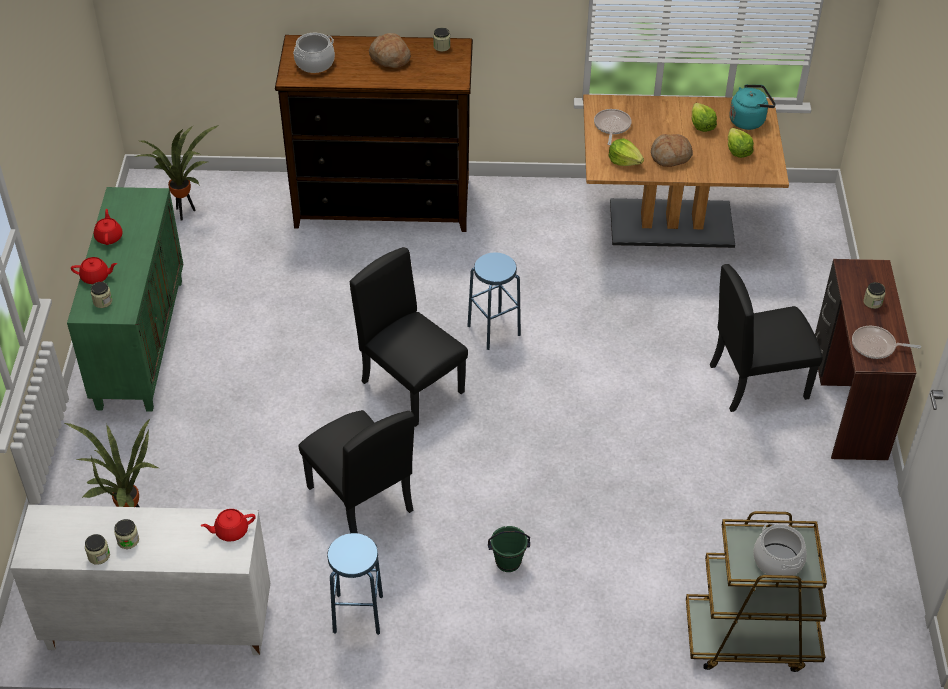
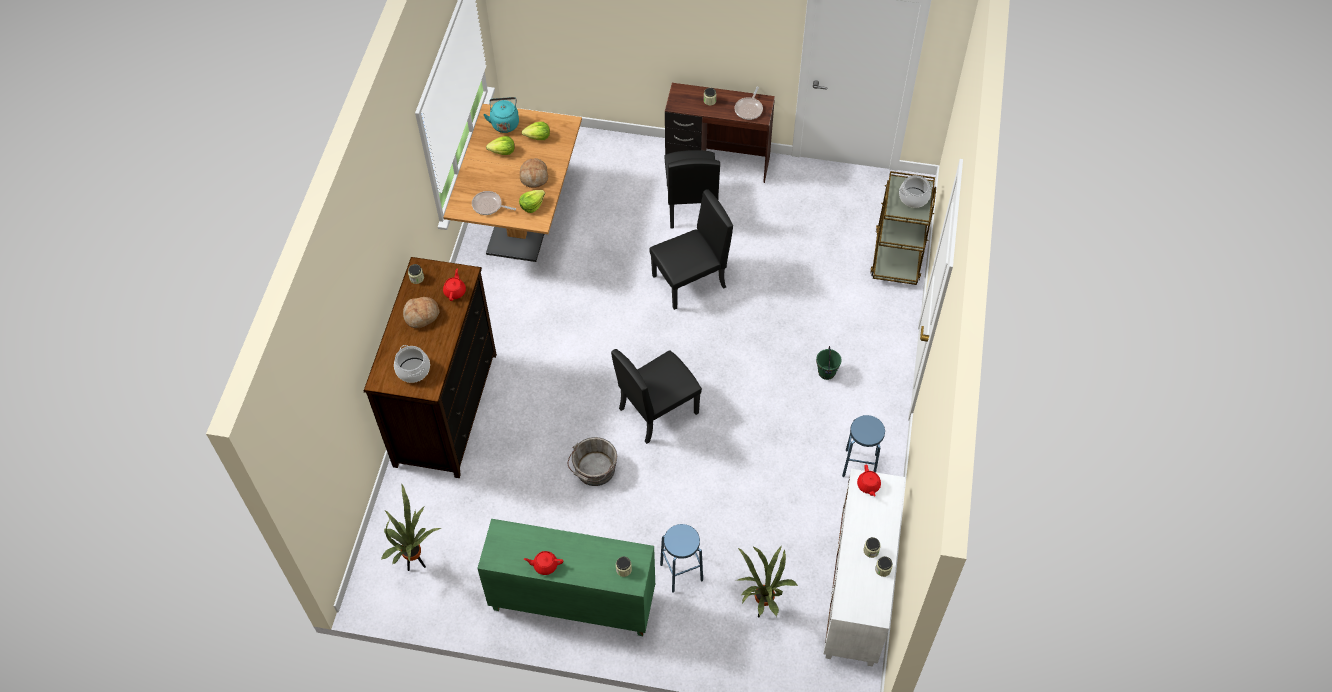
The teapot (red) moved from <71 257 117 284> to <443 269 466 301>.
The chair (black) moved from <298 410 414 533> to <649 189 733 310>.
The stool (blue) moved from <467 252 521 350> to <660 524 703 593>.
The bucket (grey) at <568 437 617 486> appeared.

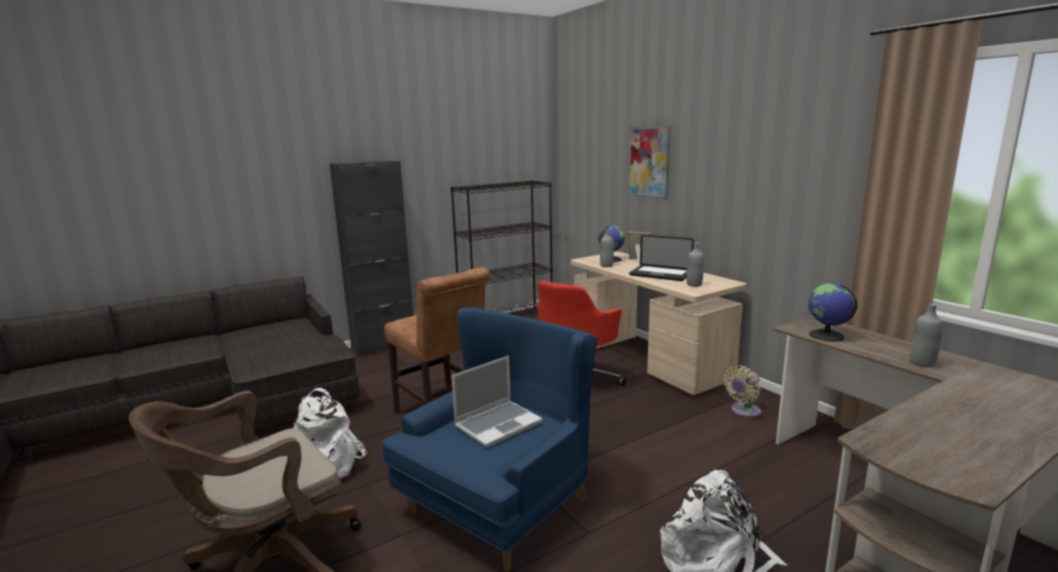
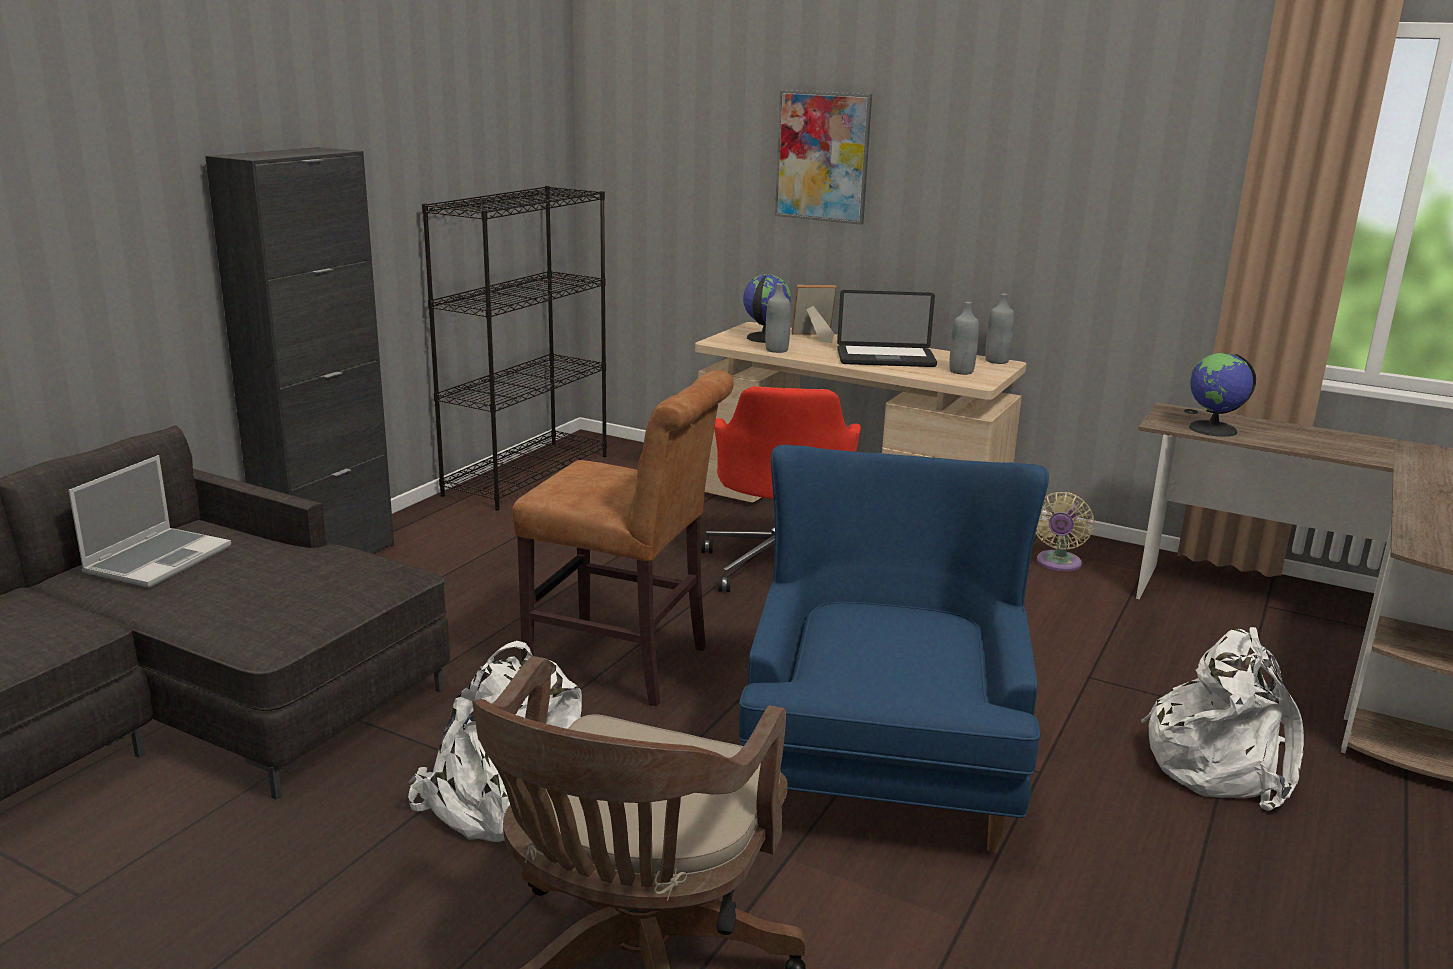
The laptop moved from <452 356 543 447> to <68 455 231 588>.
The bottle (grey) moved from <910 304 943 367> to <985 294 1014 364>.

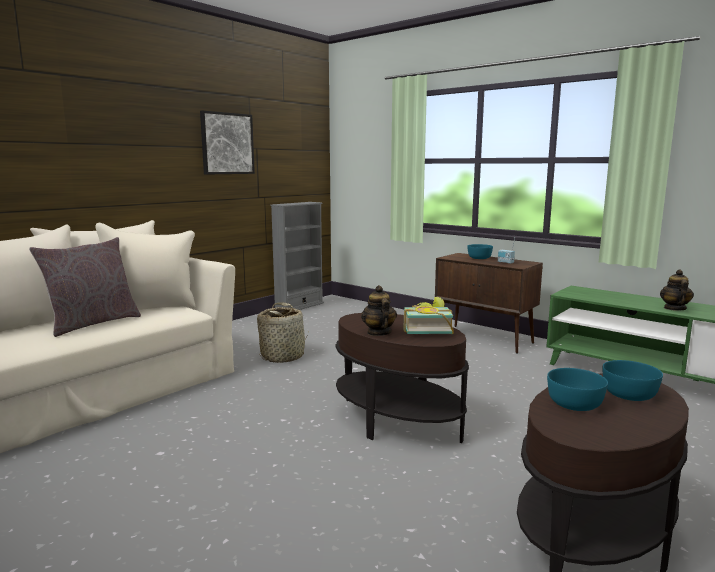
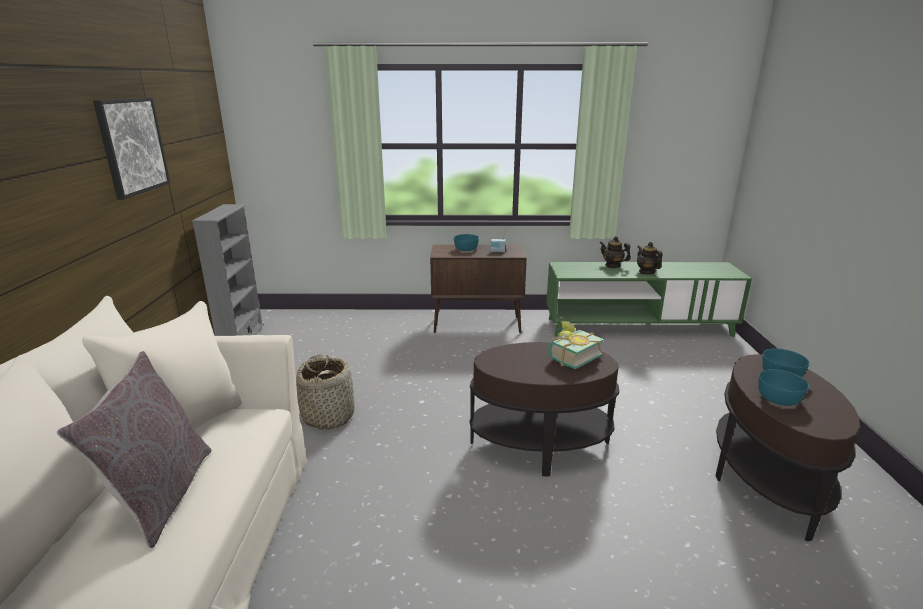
The teapot moved from <361 285 397 336> to <600 236 631 268>.

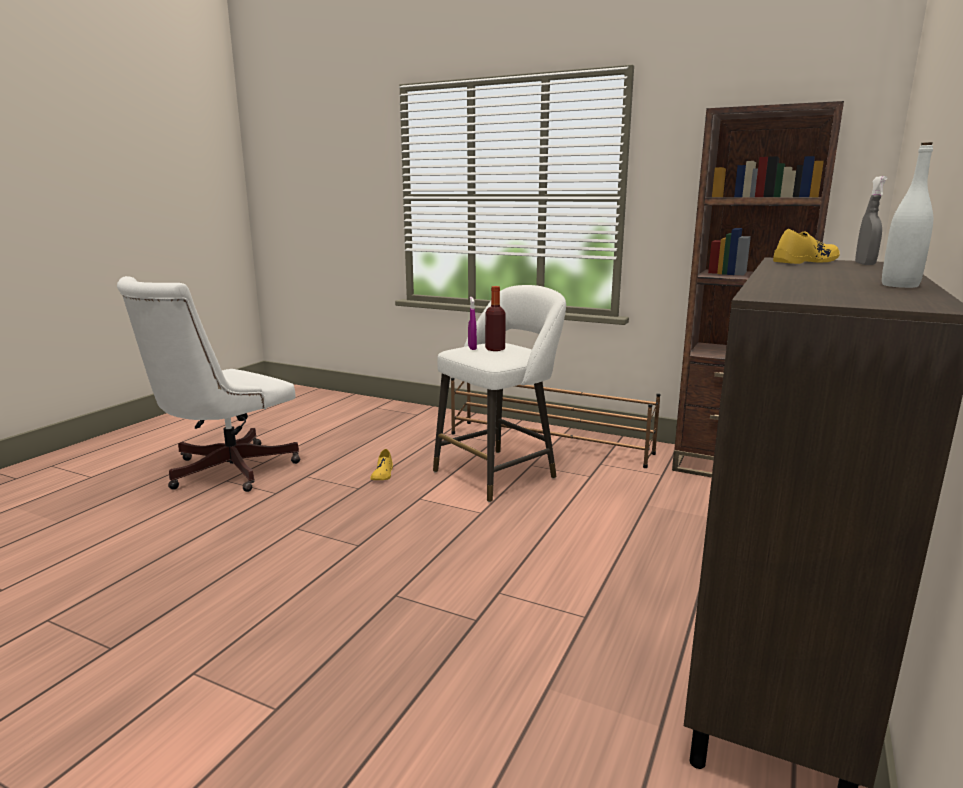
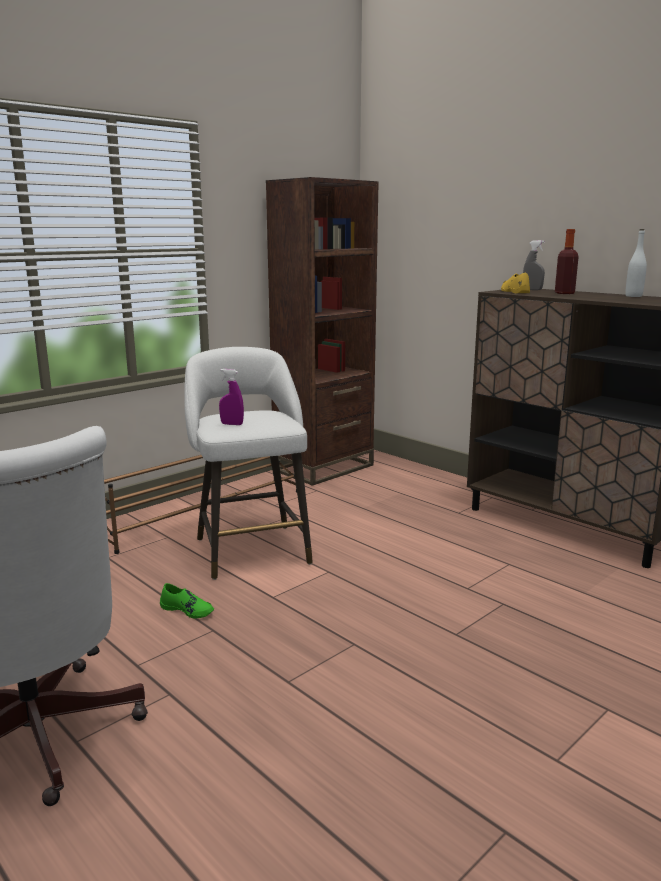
The shoe (yellow) at <370 449 393 480> became the shoe (green) at <160 583 214 618>.
The bottle moved from <485 286 506 351> to <555 229 579 294>.

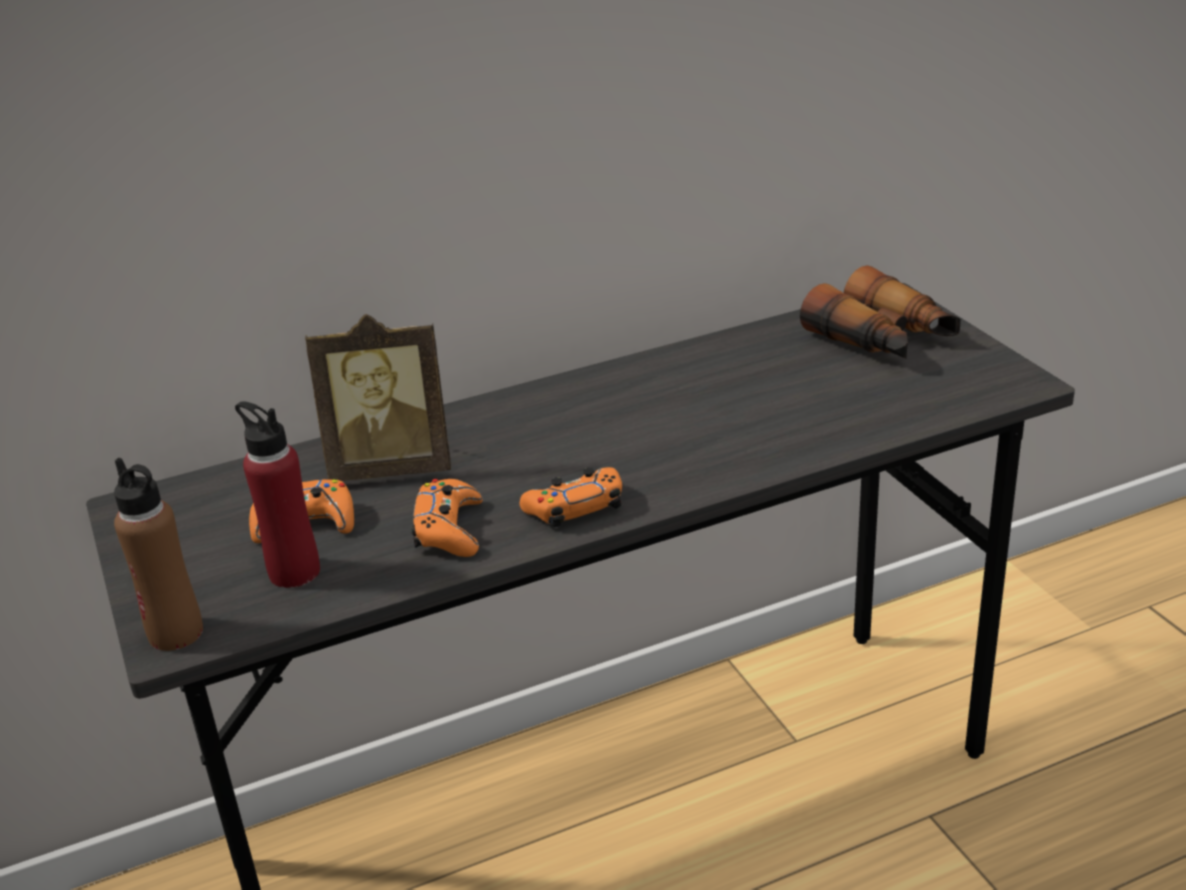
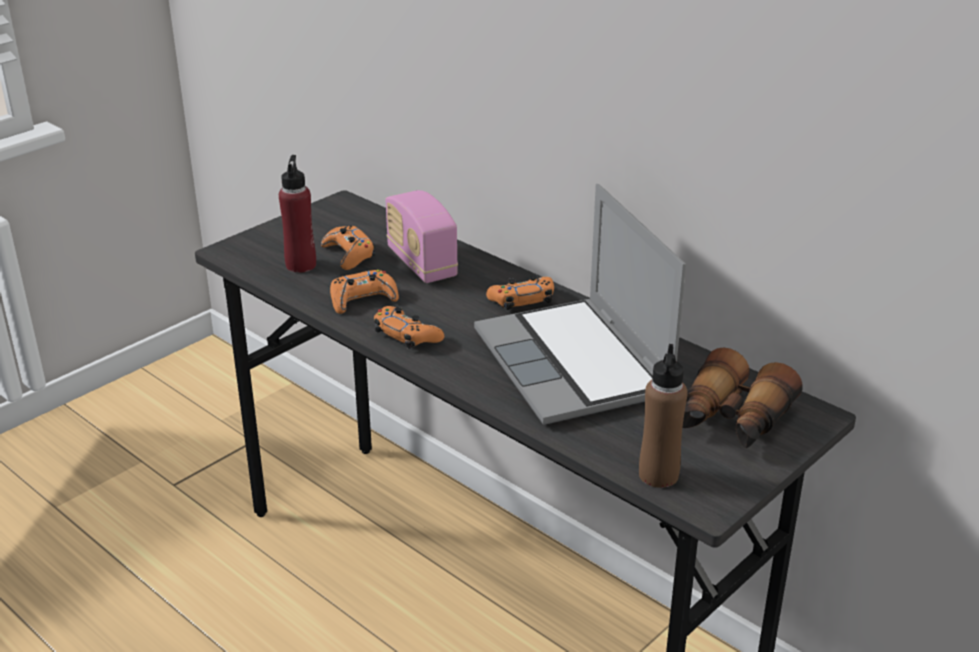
The bottle (brown) moved from <114 458 203 651> to <639 344 688 488>.
The picture frame at <305 314 451 481> was replaced by the radio at <386 190 458 283>.
The laptop at <474 184 686 425> appeared.
The game controller (orange) at <486 275 554 310> appeared.

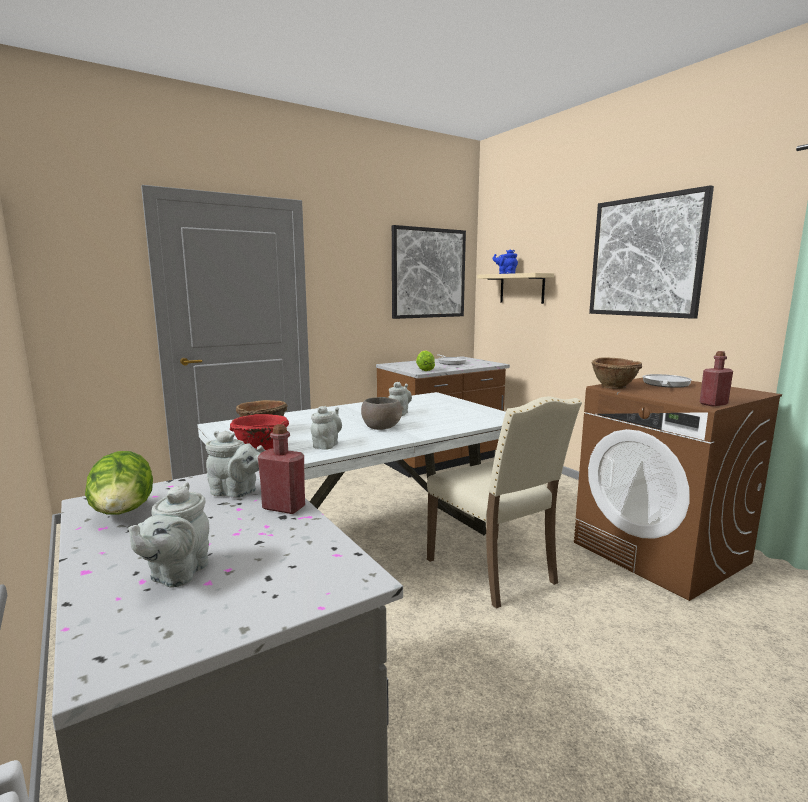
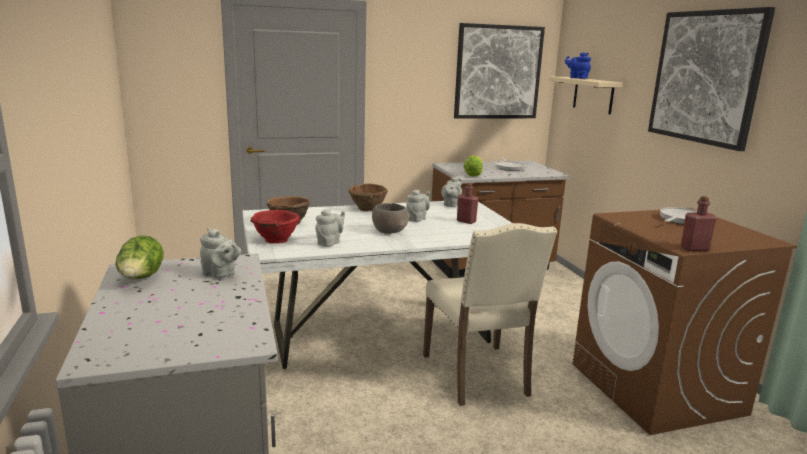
The teapot (grey) moved from <128 482 209 588> to <441 176 462 207>.
The bottle (red) moved from <258 424 305 514> to <457 183 479 224>.
The bowl (brown) moved from <591 357 642 389> to <349 183 388 211>.

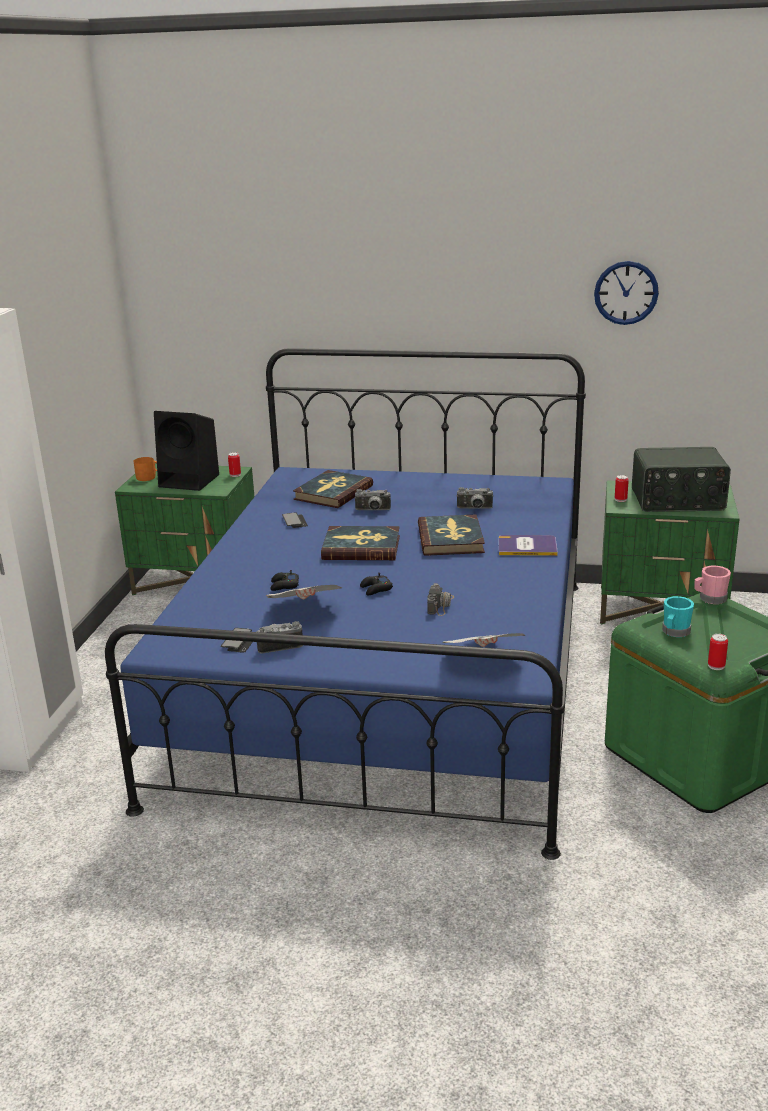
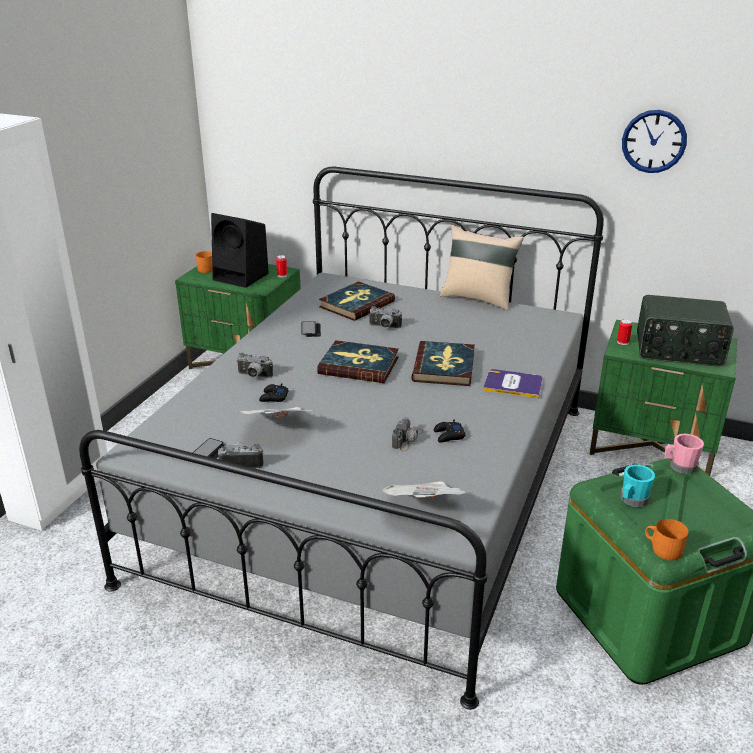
The bed (blue) at <105 348 586 860> became the bed (grey) at <79 167 604 710>.
The game controller (black) moved from <360 573 393 596> to <434 420 465 443>.
The photo camera moved from <456 487 493 509> to <236 353 273 378>.
The can at <708 634 728 670> was replaced by the mug (orange) at <645 519 688 560>.
The pillow (beige) at <440 225 524 310> appeared.

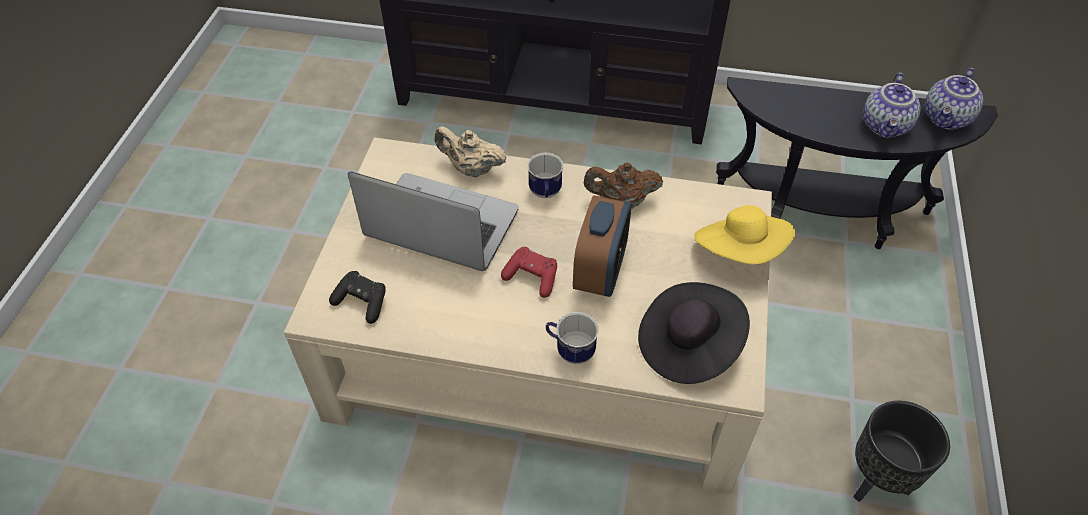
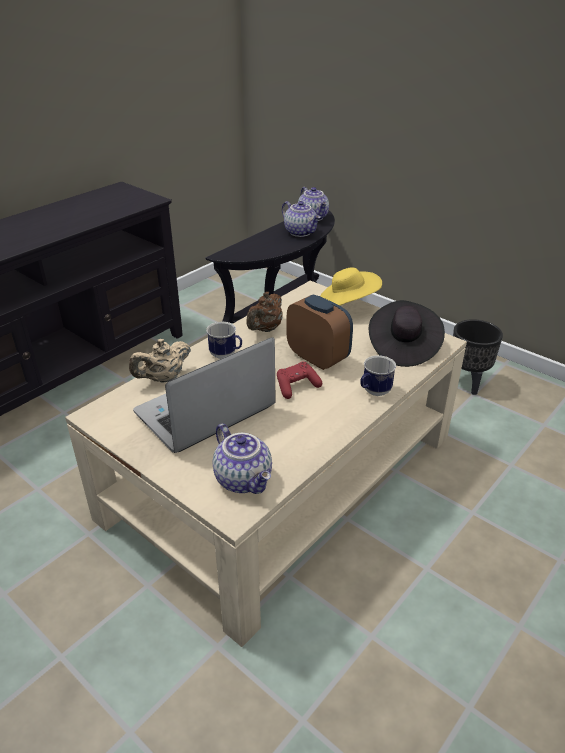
The game controller (black) at <329 271 386 324> was replaced by the teapot at <213 423 272 494>.

